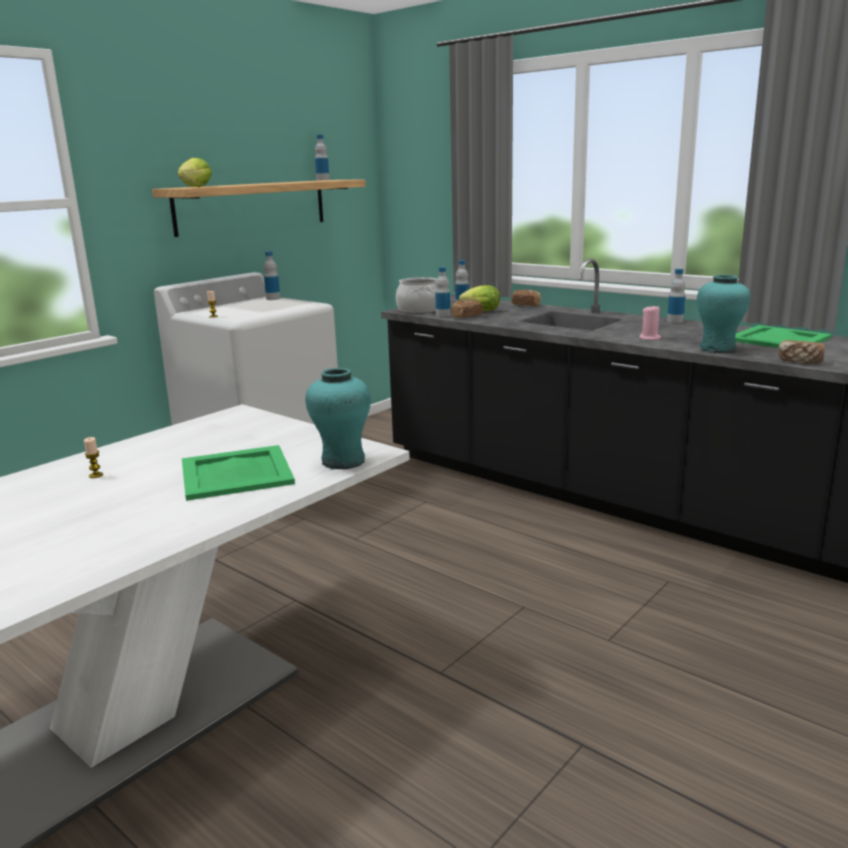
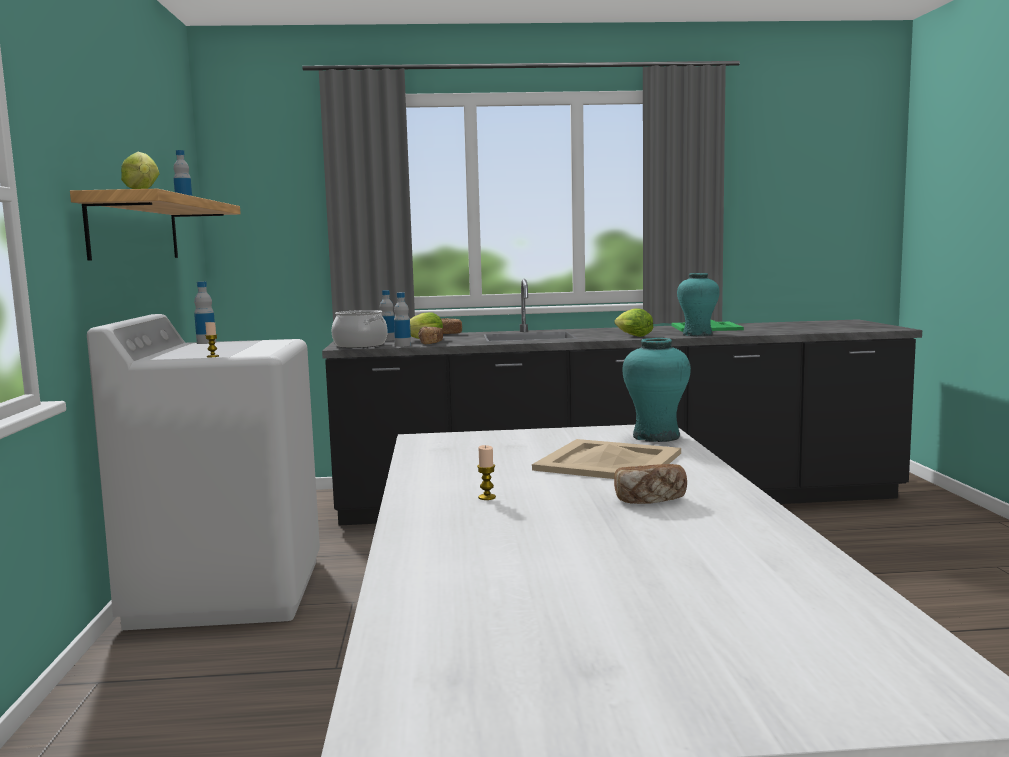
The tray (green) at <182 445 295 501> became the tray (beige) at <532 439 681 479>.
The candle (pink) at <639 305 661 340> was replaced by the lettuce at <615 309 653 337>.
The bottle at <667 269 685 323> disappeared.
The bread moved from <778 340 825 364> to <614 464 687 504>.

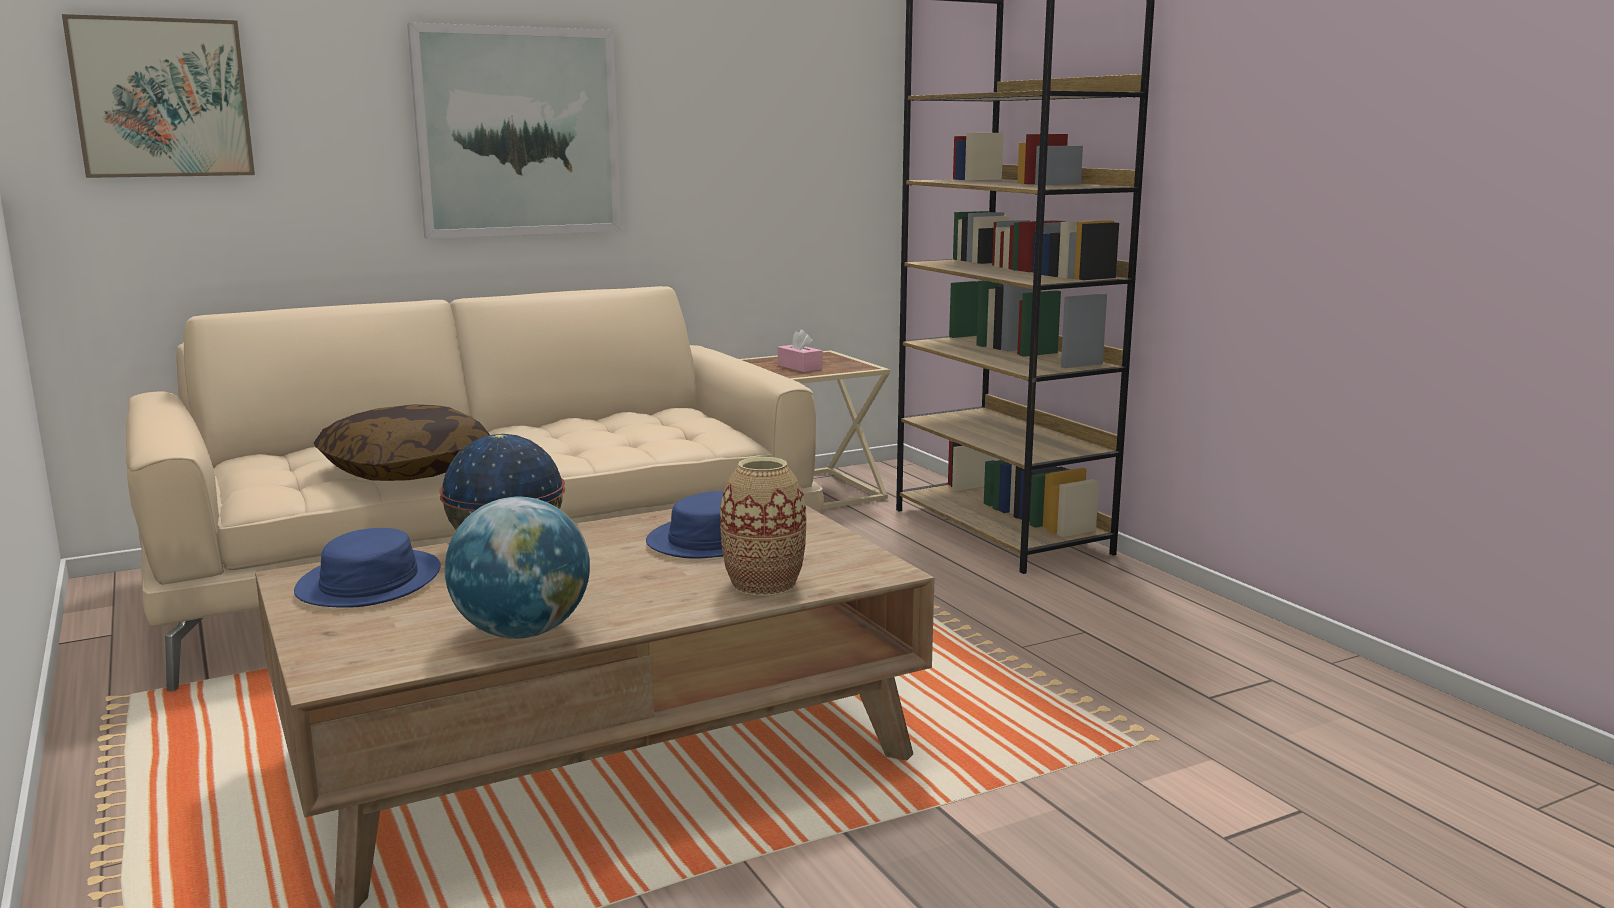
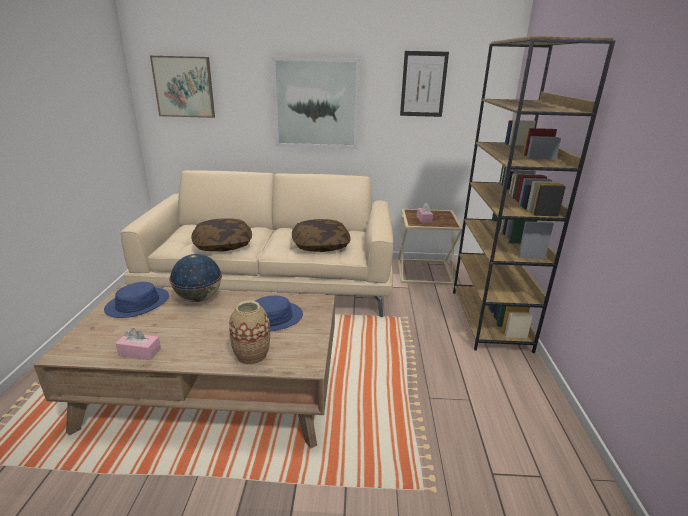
The globe at <445 496 590 639> was replaced by the tissue box (pink) at <115 328 161 360>.
The pillow at <292 219 350 252> appeared.
The picture at <400 51 449 117> appeared.

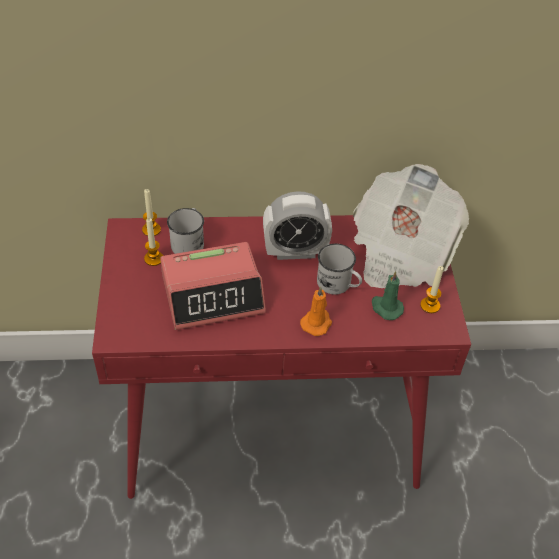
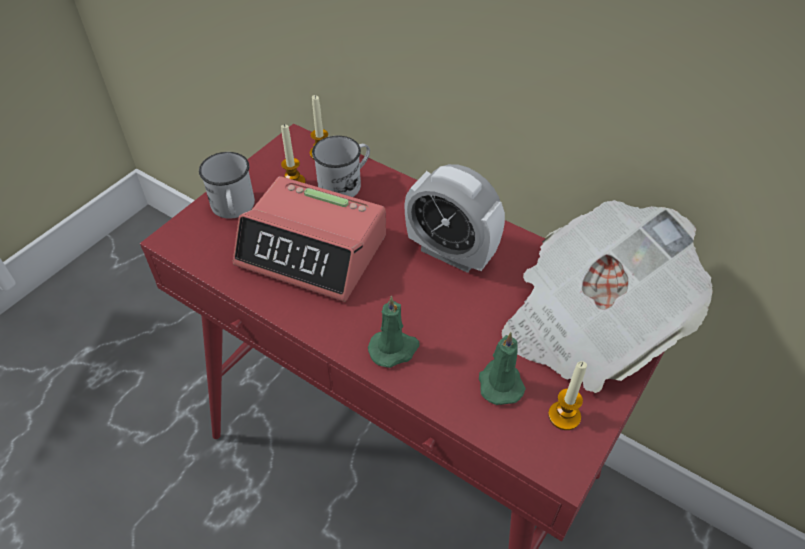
The candle (orange) at <300 286 332 336> became the candle (green) at <368 296 420 368>.
The mug (white) moved from <317 244 362 294> to <199 152 255 219>.

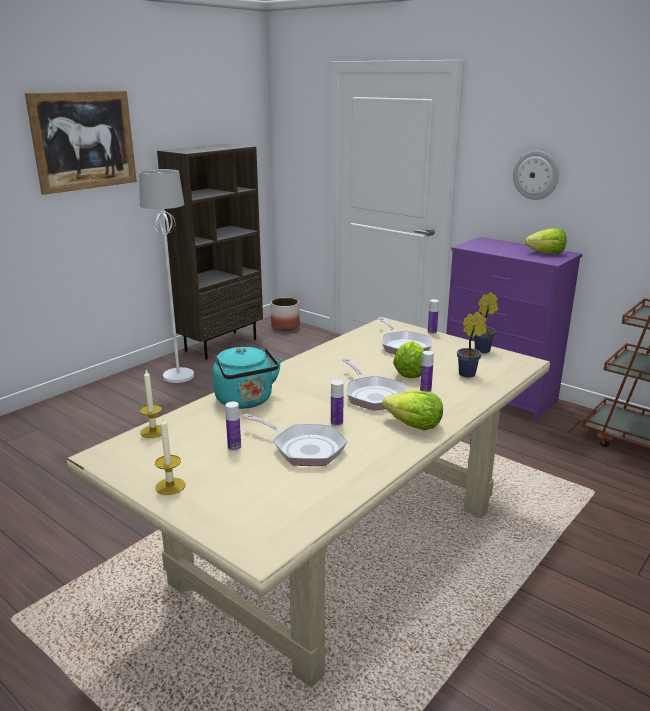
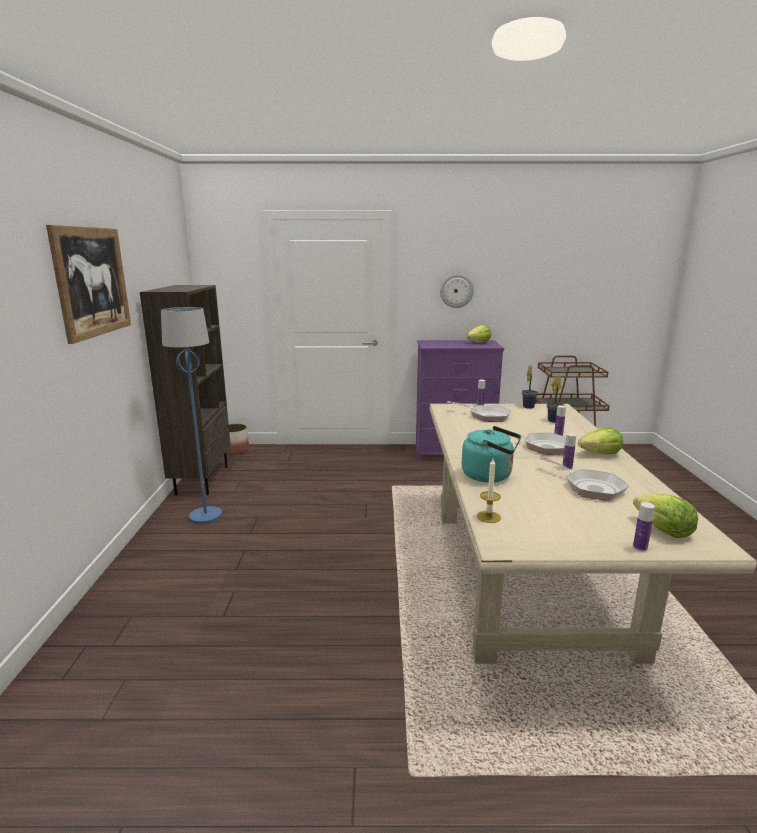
The floor lamp (white) at <139 169 194 383> became the floor lamp (blue) at <161 307 222 524>.
The candle at <155 417 185 495> disappeared.
The bottle moved from <225 402 241 451> to <633 502 655 552>.
The frying pan at <242 414 348 466> turned 60 degrees clockwise.
The lettuce moved from <393 341 424 378> to <633 493 698 538>.

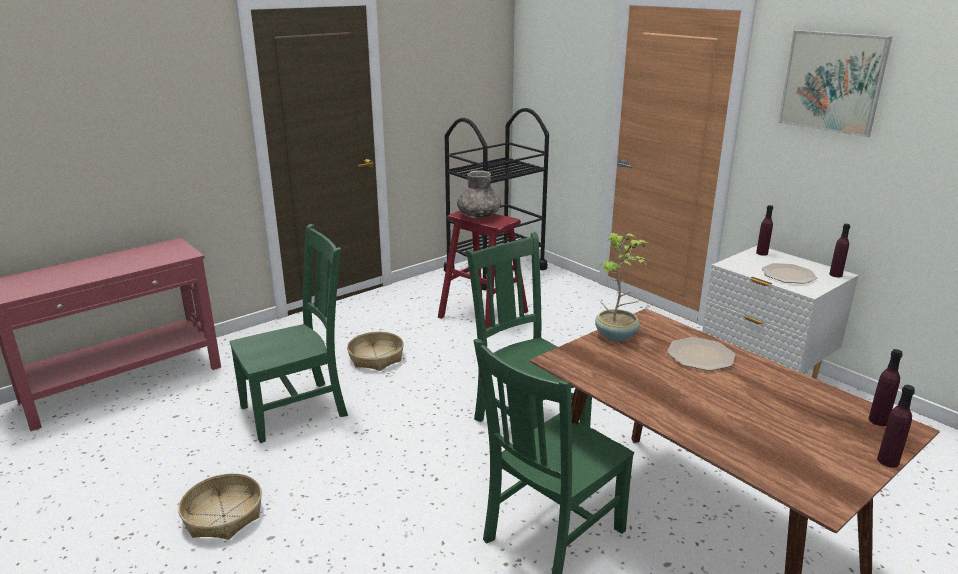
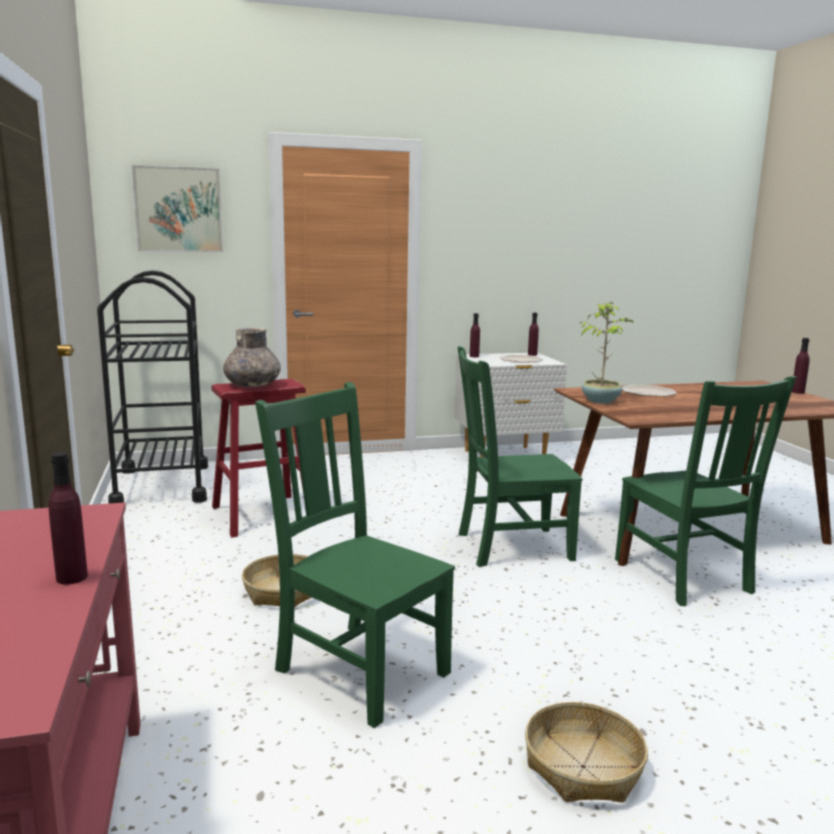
The chair (green) at <229 224 348 443> turned 45 degrees counterclockwise.
The picture moved from <778 30 892 137> to <132 165 223 252>.
The bottle (purple) moved from <869 349 903 426> to <49 452 88 585>.

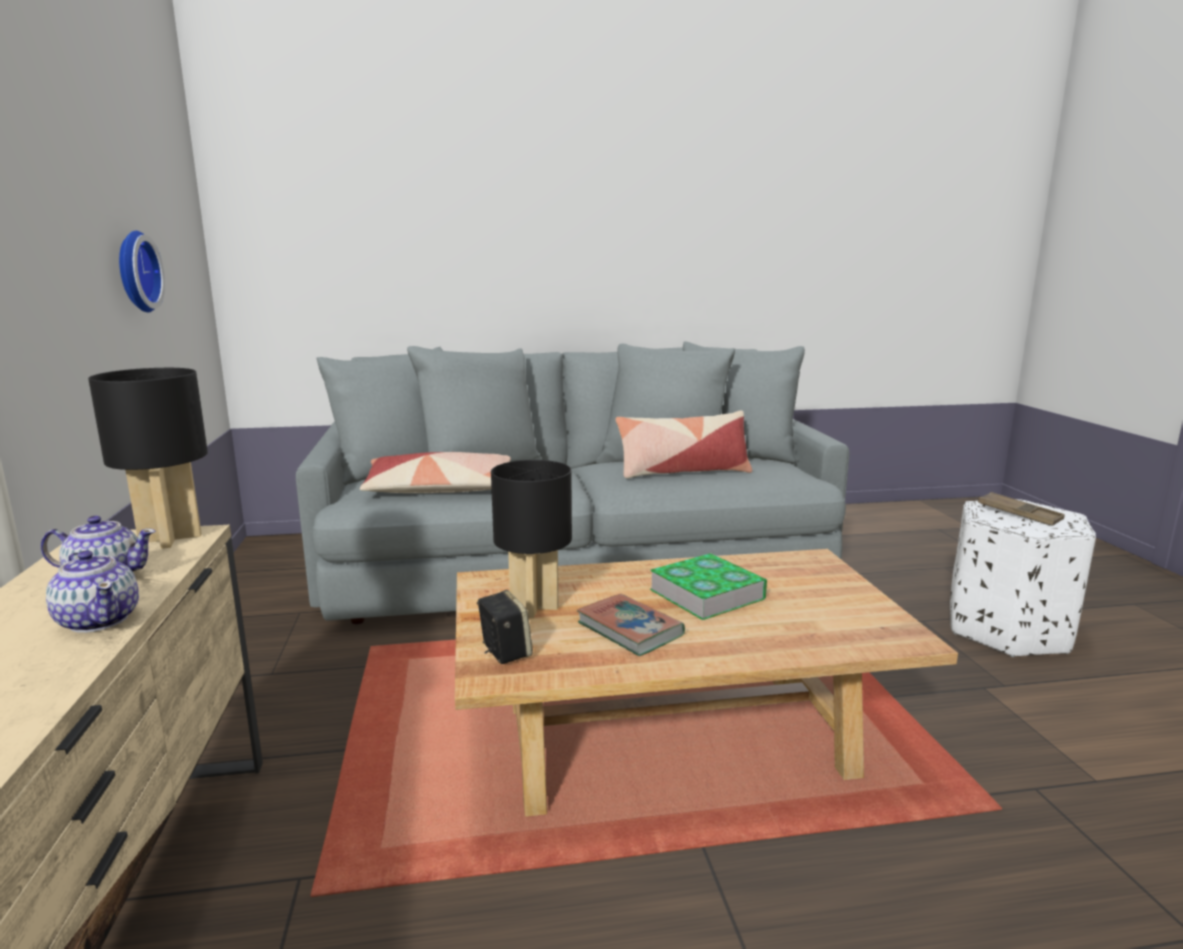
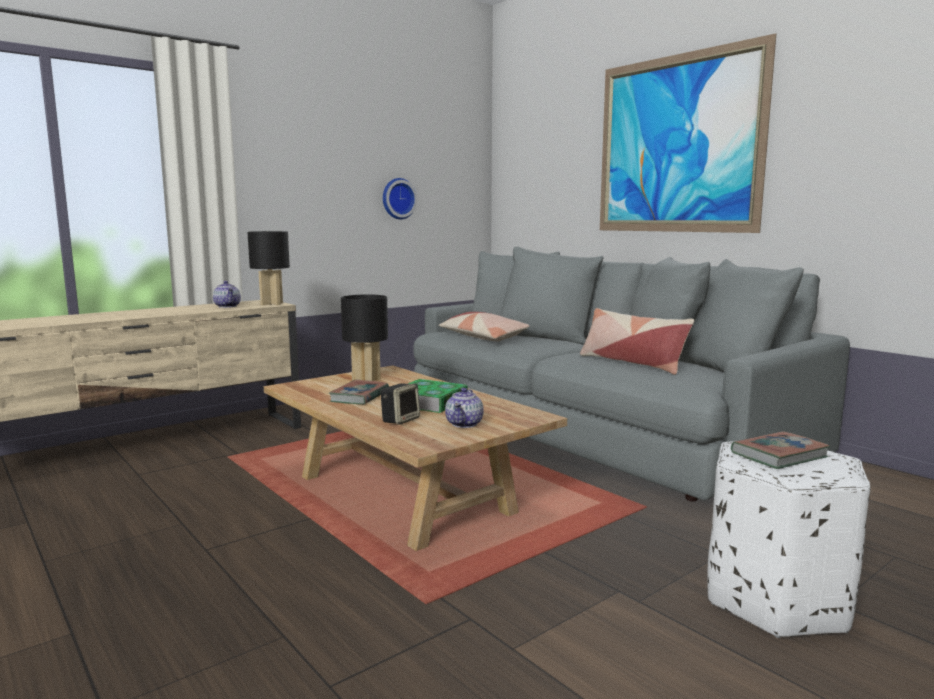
The teapot moved from <46 550 139 633> to <445 388 484 428>.
The speaker moved from <477 590 533 664> to <380 383 420 425>.
The tray (brown) at <978 492 1065 526> was replaced by the book at <731 431 830 469>.
The picture at <600 33 776 233> appeared.

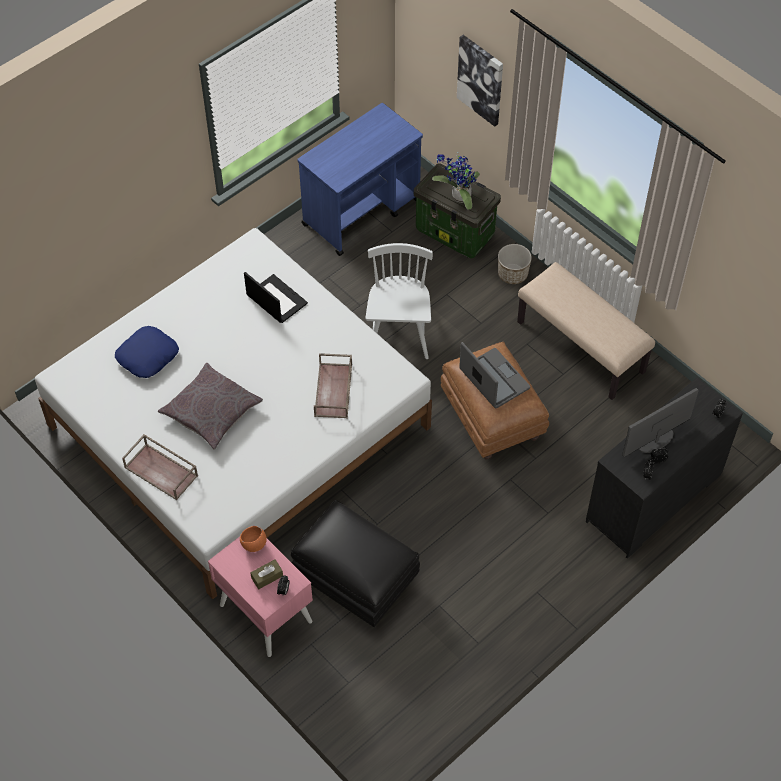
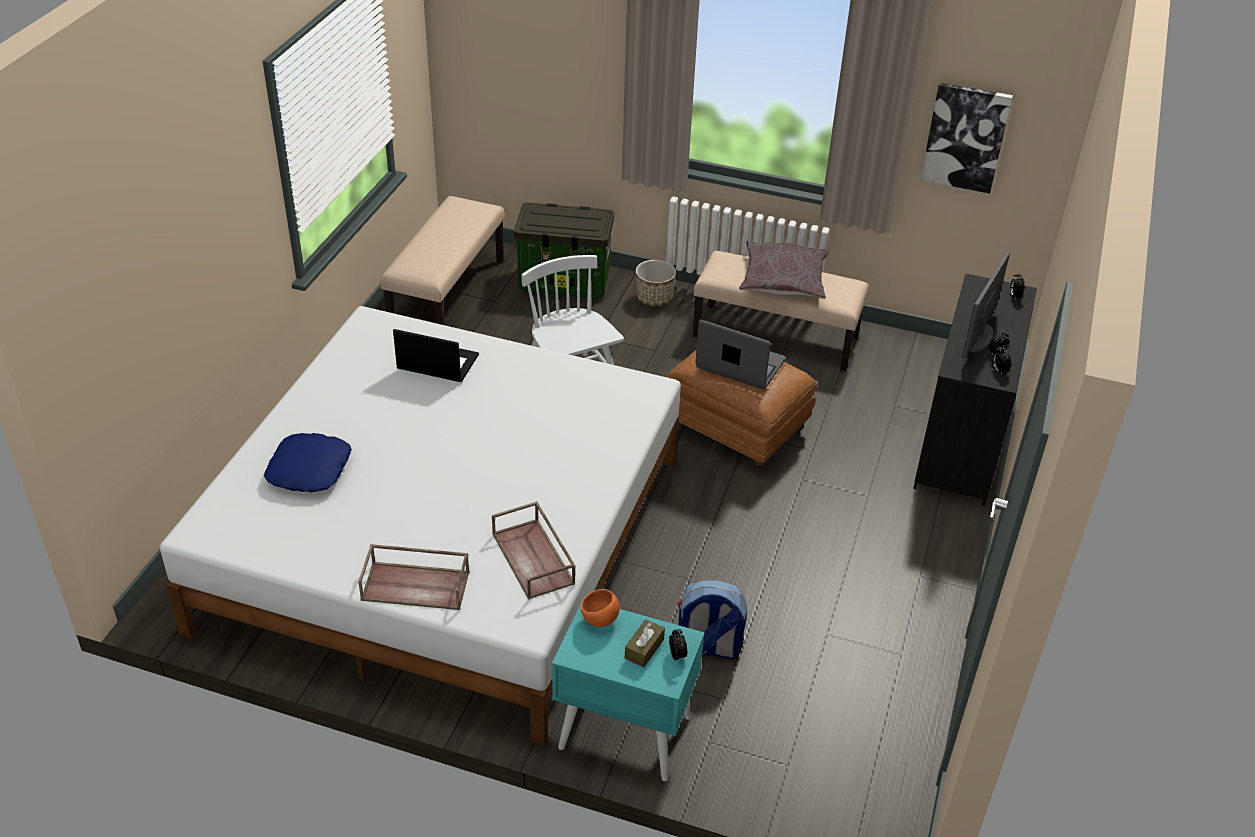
The pillow (grey) moved from <158 363 263 450> to <739 241 829 299>.
The nightstand (pink) at <208 536 313 657> became the nightstand (turquoise) at <552 602 705 781>.
The ottoman (black) at <291 500 420 627> was replaced by the backpack at <678 580 747 659>.
The cart (blue) at <298 103 423 256> was replaced by the bench (beige) at <380 196 505 325>.
The tray (brown) moved from <314 353 352 419> to <492 501 575 600>.
The potted plant at <432 152 480 210> disappeared.
The picture moved from <457 35 503 127> to <920 83 1013 194>.

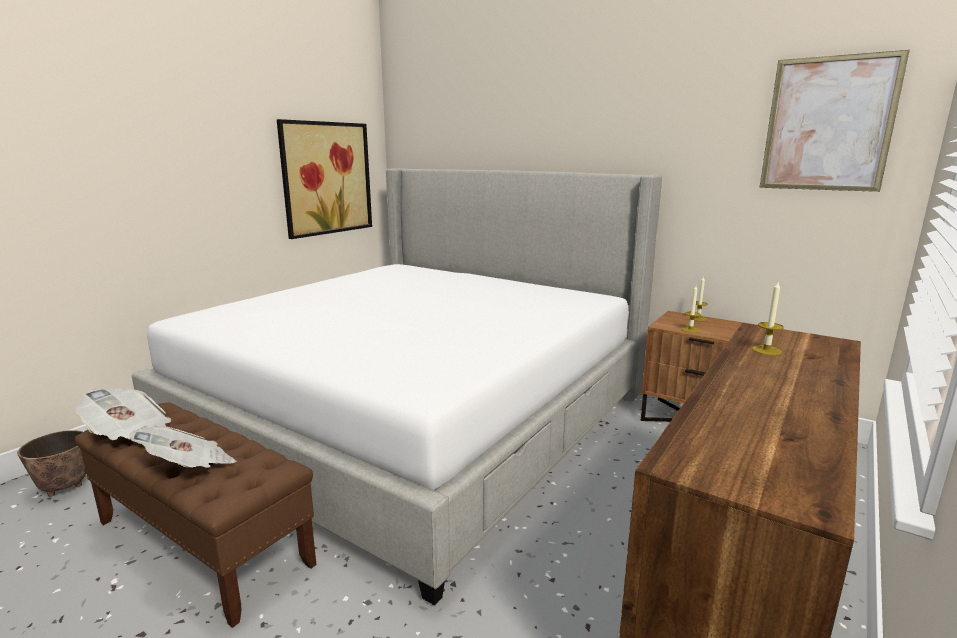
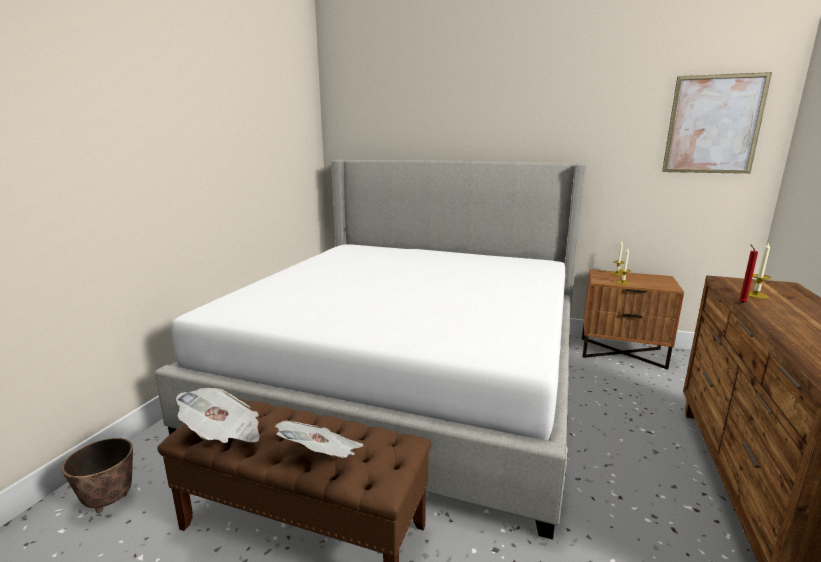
The picture at <277 119 372 239> disappeared.
The candle (red) at <739 244 758 303> appeared.

